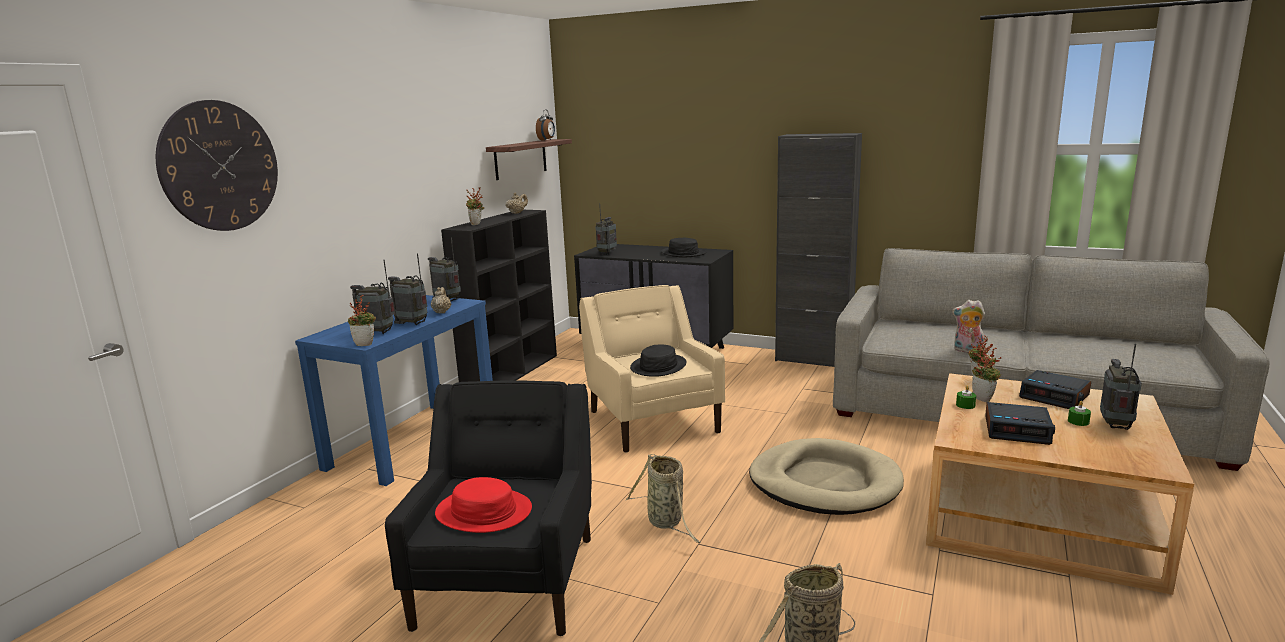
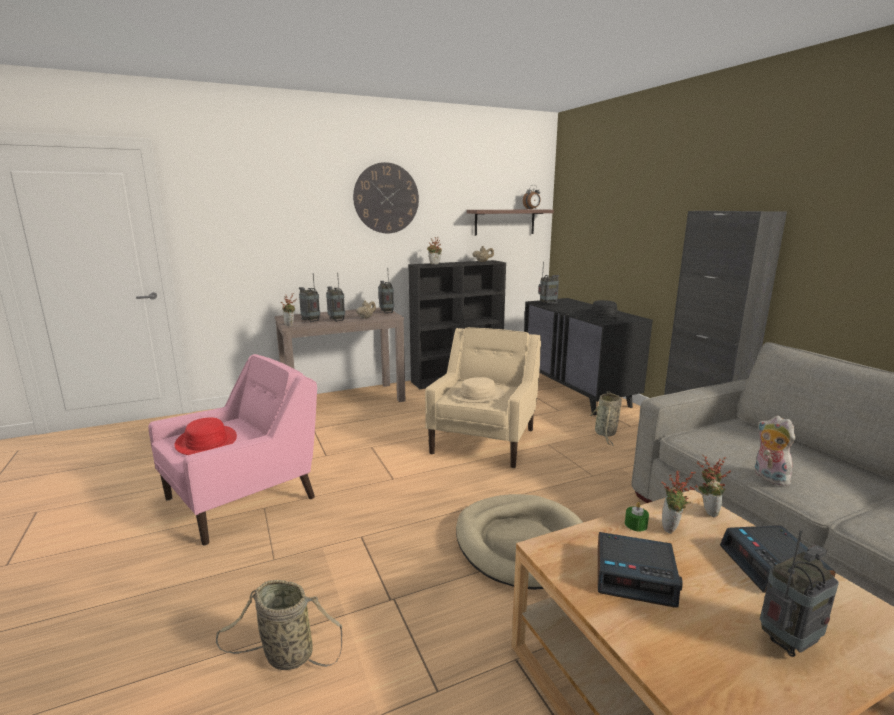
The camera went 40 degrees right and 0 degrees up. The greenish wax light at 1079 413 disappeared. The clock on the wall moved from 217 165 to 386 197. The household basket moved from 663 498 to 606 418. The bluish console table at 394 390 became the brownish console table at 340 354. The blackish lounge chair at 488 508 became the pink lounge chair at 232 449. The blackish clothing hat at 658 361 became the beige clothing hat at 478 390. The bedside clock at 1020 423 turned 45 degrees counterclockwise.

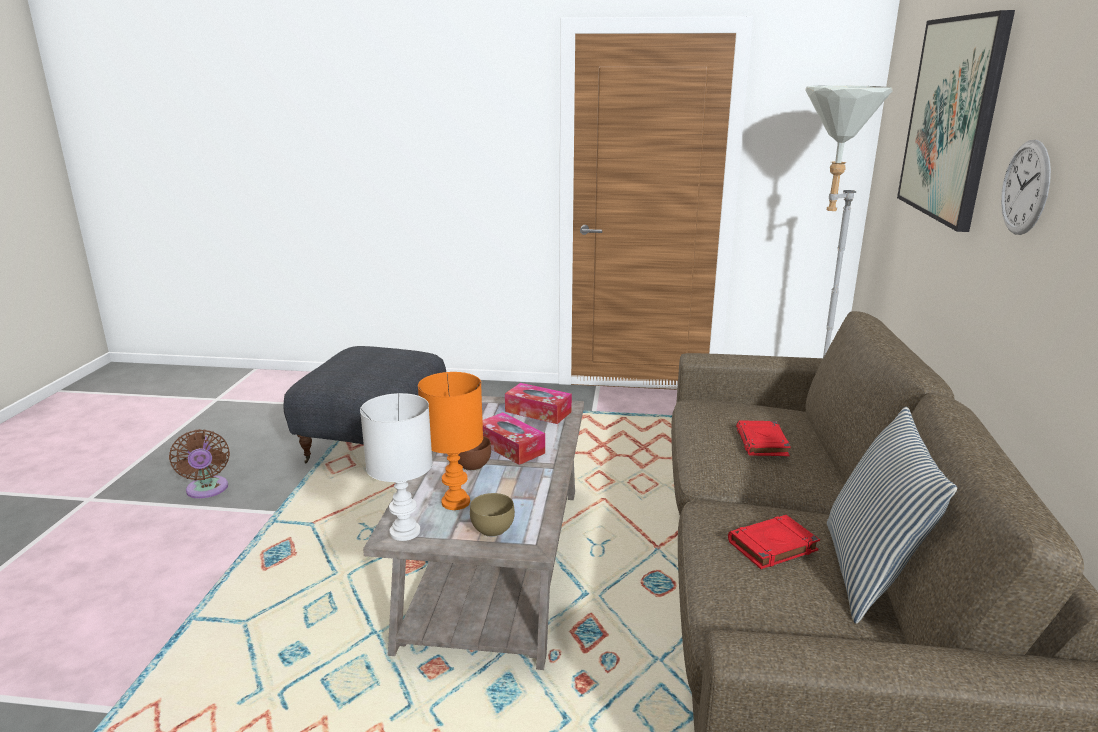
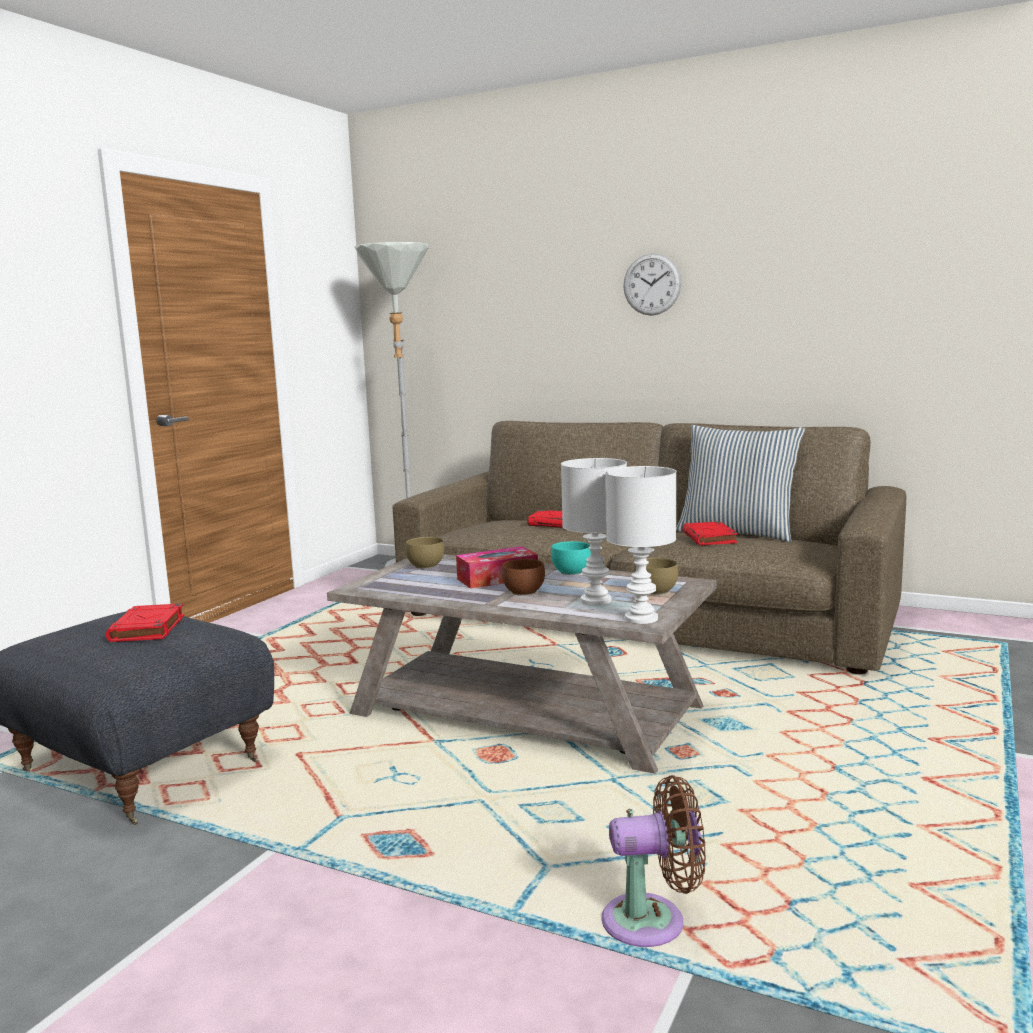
The camera went 70 degrees left and 10 degrees down. The wall art at 956 121 disappeared. The red bound book at 145 622 appeared. The turquoise-coloured serving bowl at 571 558 appeared. The brownish fan moved from 199 464 to 653 861. The tissue holder at 538 403 was replaced by the brownish serving bowl at 425 553. The orange-coloured lamp for a table at 450 441 became the white-coloured lamp for a table at 594 531.

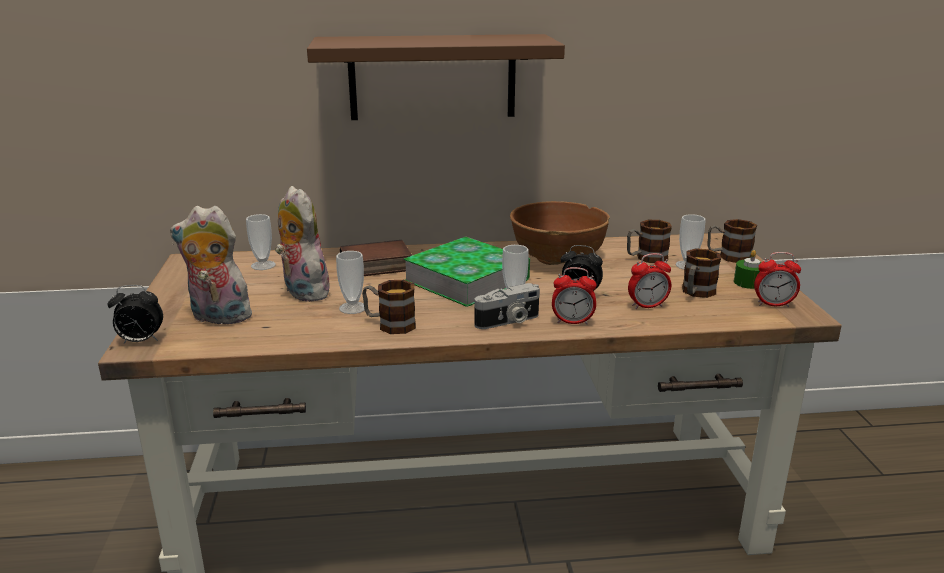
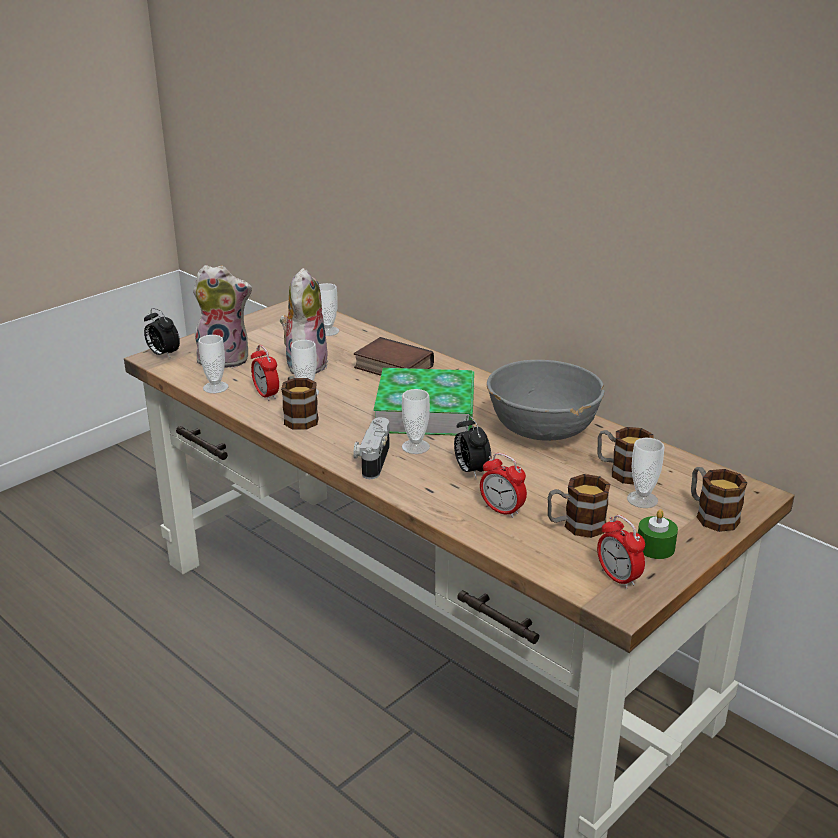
The camera went 50 degrees right and 5 degrees up. The brownish wall shelf at 436 77 disappeared. The cup at 213 364 appeared. The bedside clock moved from 574 296 to 265 373. The brownish serving bowl at 560 233 became the grey serving bowl at 546 400. The soft toy at 212 265 turned 120 degrees clockwise. The photo camera at 507 306 turned 75 degrees clockwise.

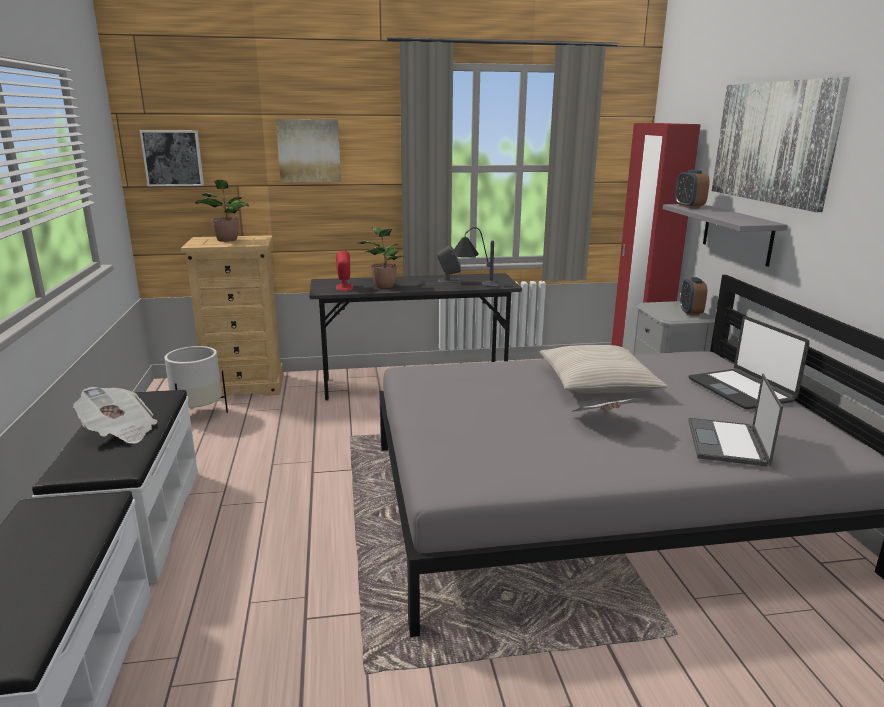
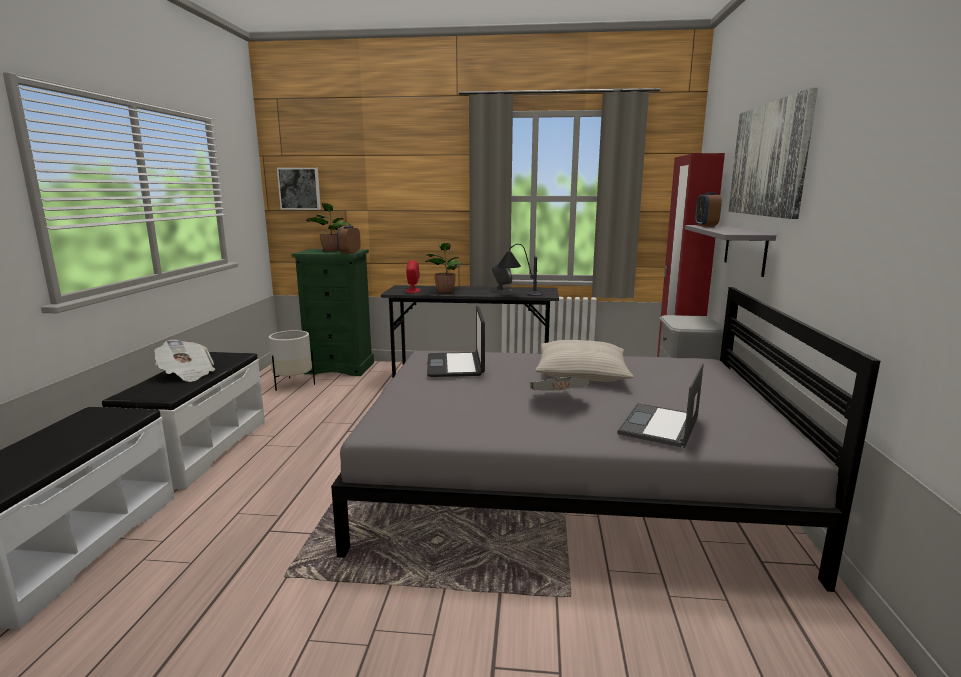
The camera went 15 degrees right and 5 degrees down. The wall art at 308 151 disappeared. The bedside clock moved from 693 296 to 349 240. The portable computer moved from 749 362 to 456 341. The beige dresser at 232 315 became the greenish dresser at 333 312.

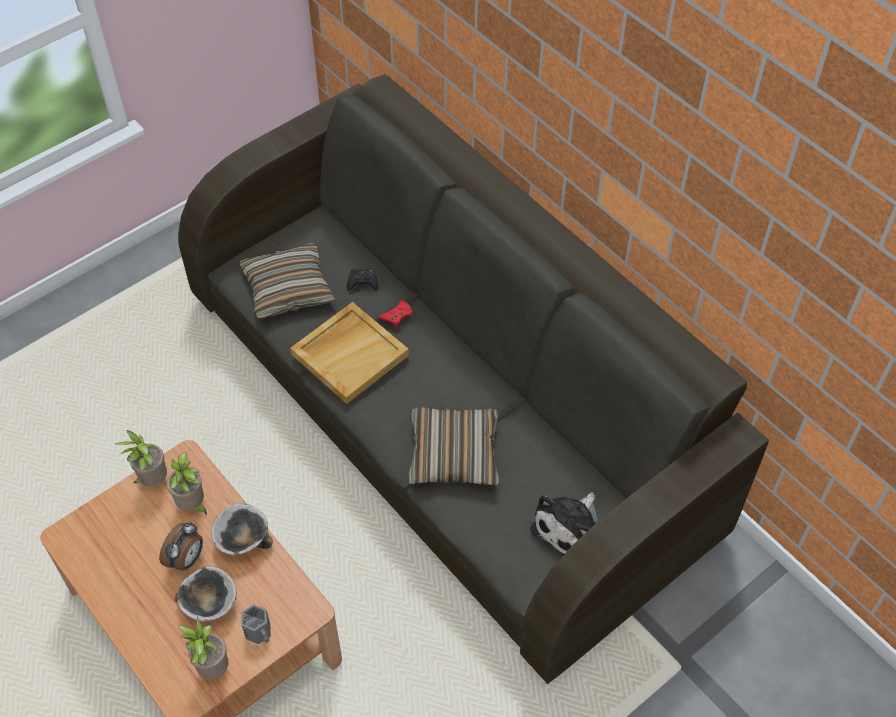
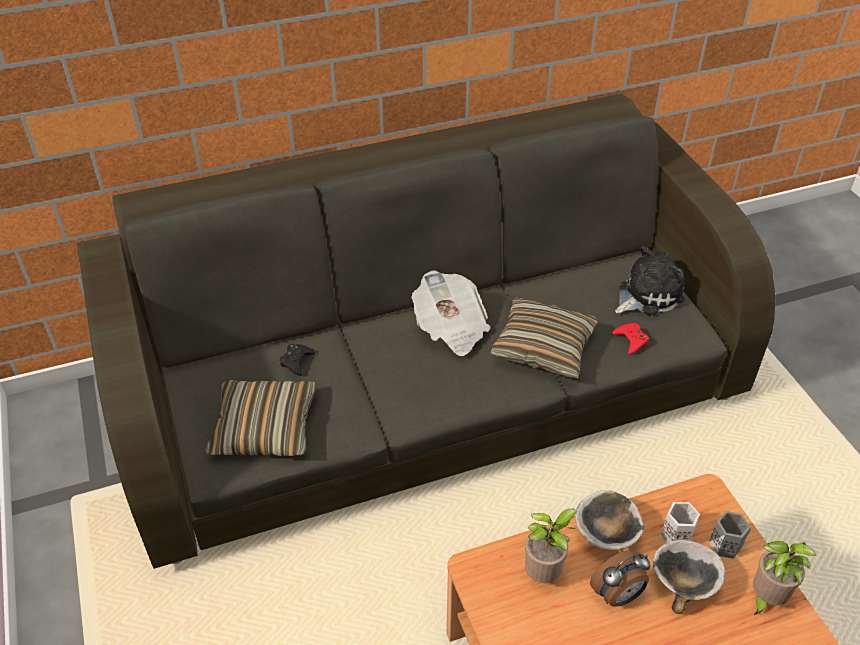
The camera went 70 degrees left and 10 degrees down. The potted plant at 141 458 disappeared. The beige tray at 349 353 disappeared. The newspaper at 451 313 appeared. The white-coloured coffee mug at 680 522 appeared. The red joypad moved from 395 313 to 630 338. The bedside clock at 181 546 turned 105 degrees clockwise. The soft toy at 564 523 turned 90 degrees counterclockwise.

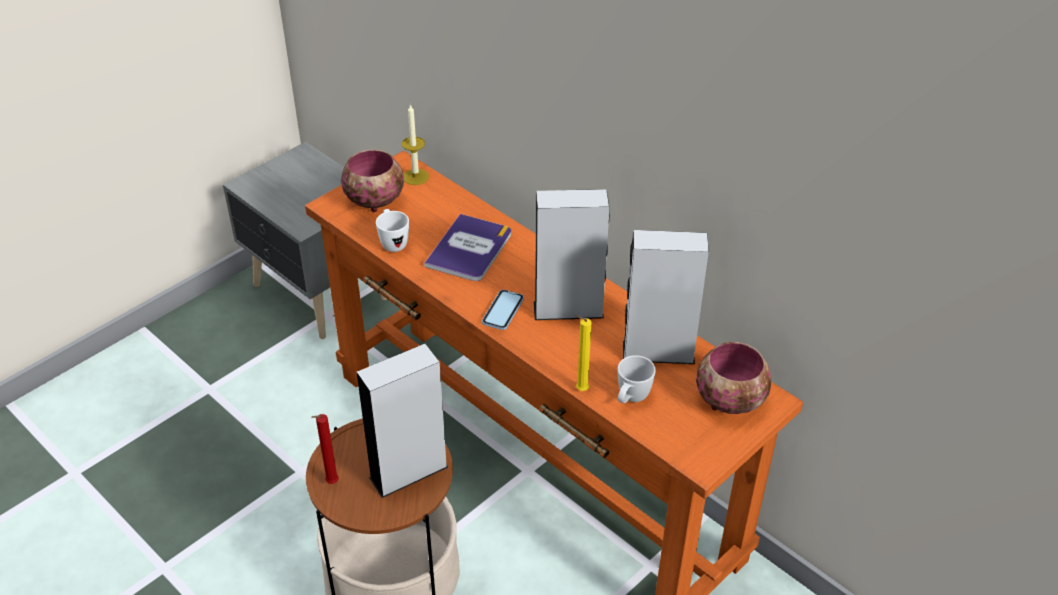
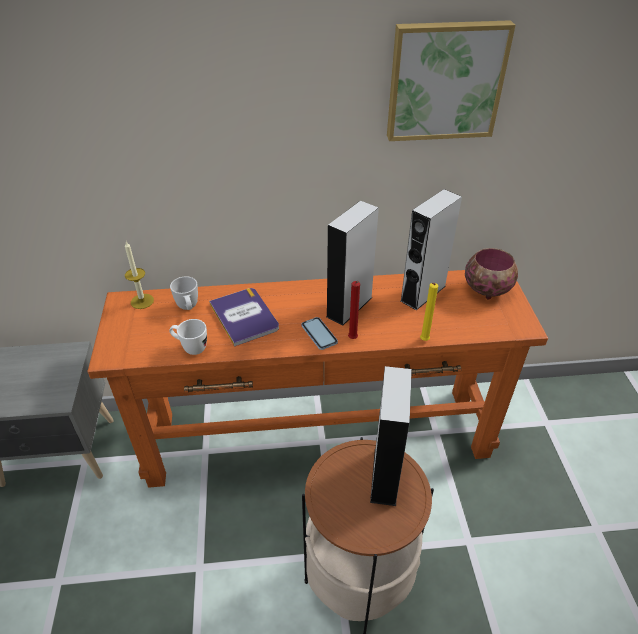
The camera went 50 degrees left and 0 degrees up. The serving bowl at 372 180 disappeared. The wall art at 451 80 appeared. The red wax light moved from 325 449 to 354 310. The white-coloured coffee mug moved from 637 379 to 184 293.

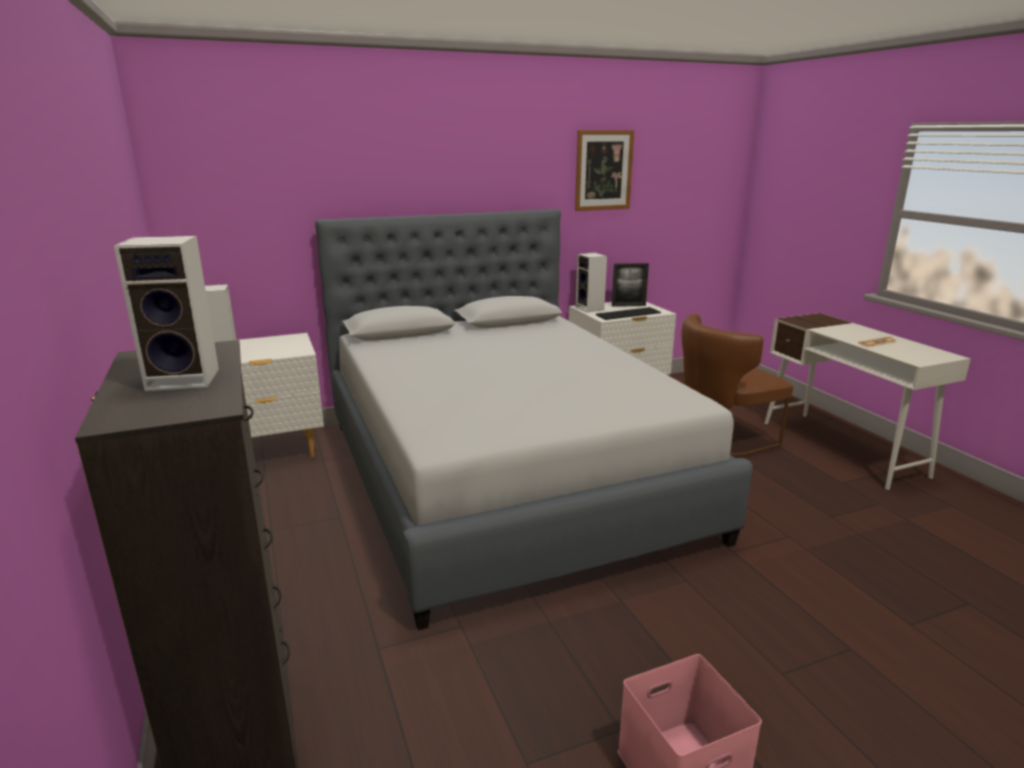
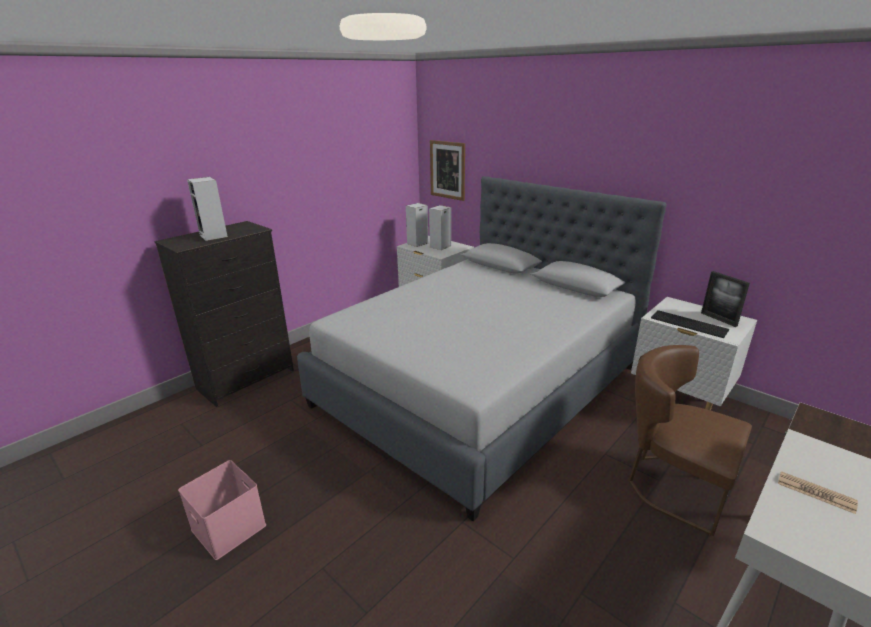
The camera went 65 degrees right and 5 degrees up. The wall art moved from 604 170 to 447 170. The speaker moved from 591 282 to 440 227.

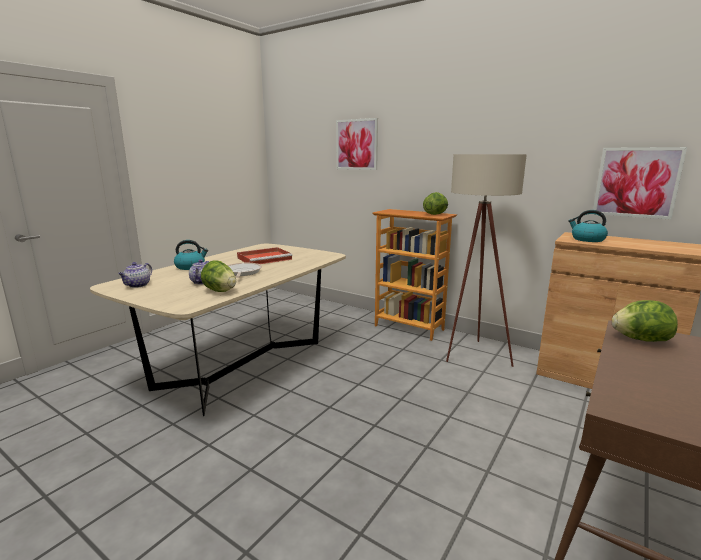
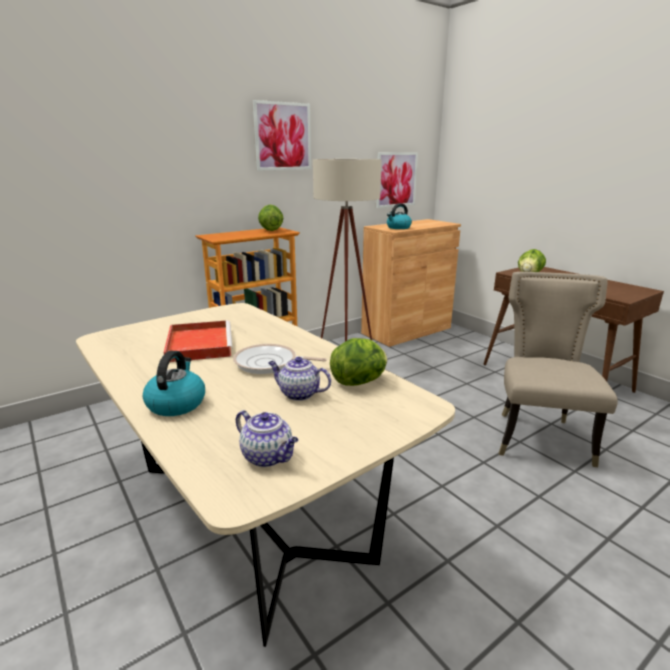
The camera went 70 degrees left and 5 degrees up. The beige upright chair at 558 369 appeared. The wall art moved from 357 144 to 281 135.

